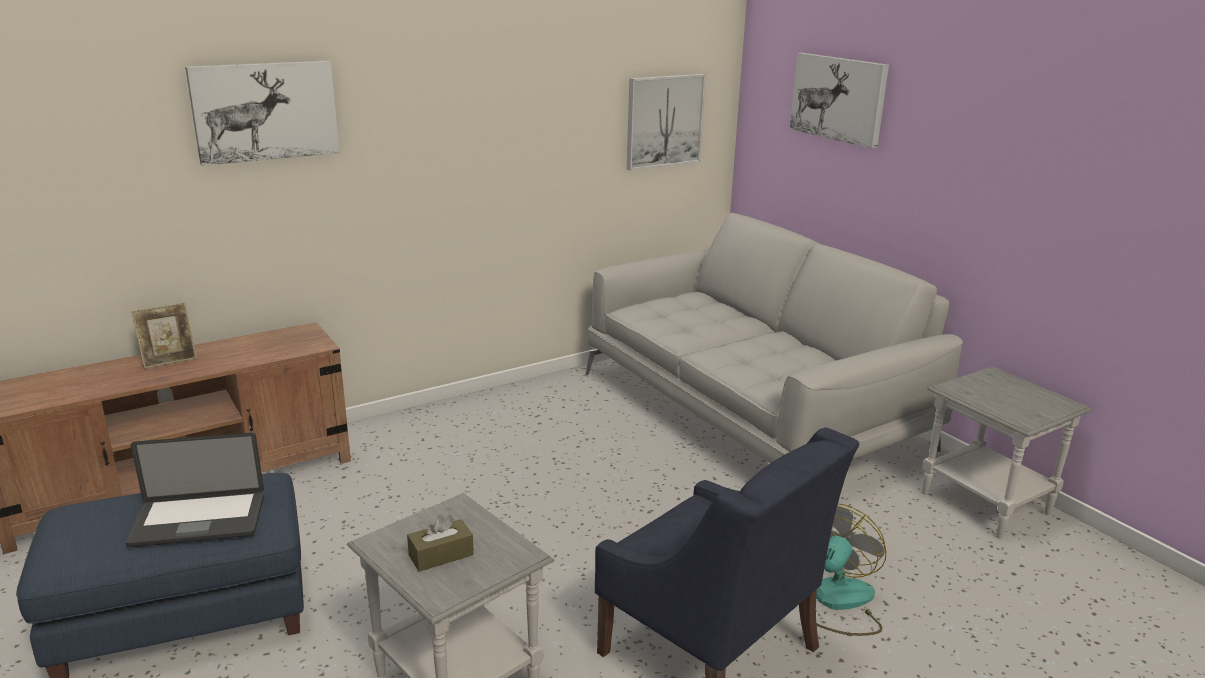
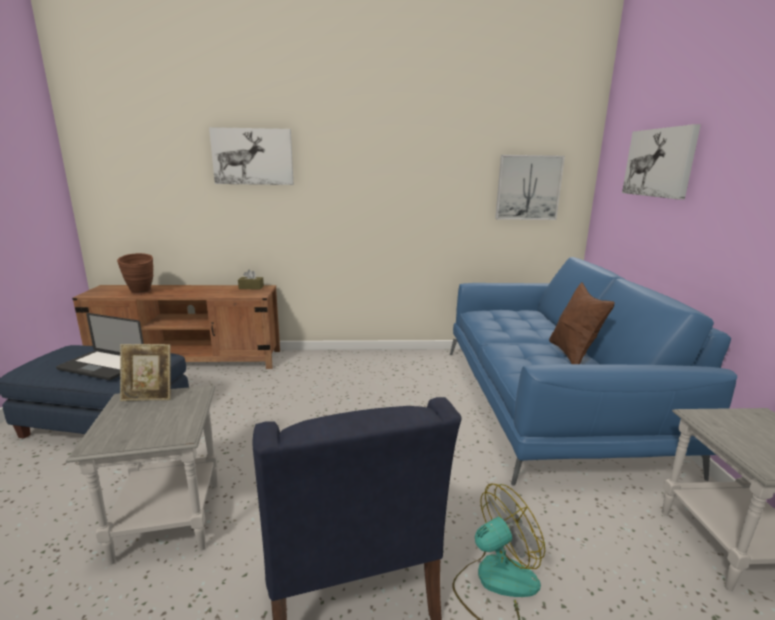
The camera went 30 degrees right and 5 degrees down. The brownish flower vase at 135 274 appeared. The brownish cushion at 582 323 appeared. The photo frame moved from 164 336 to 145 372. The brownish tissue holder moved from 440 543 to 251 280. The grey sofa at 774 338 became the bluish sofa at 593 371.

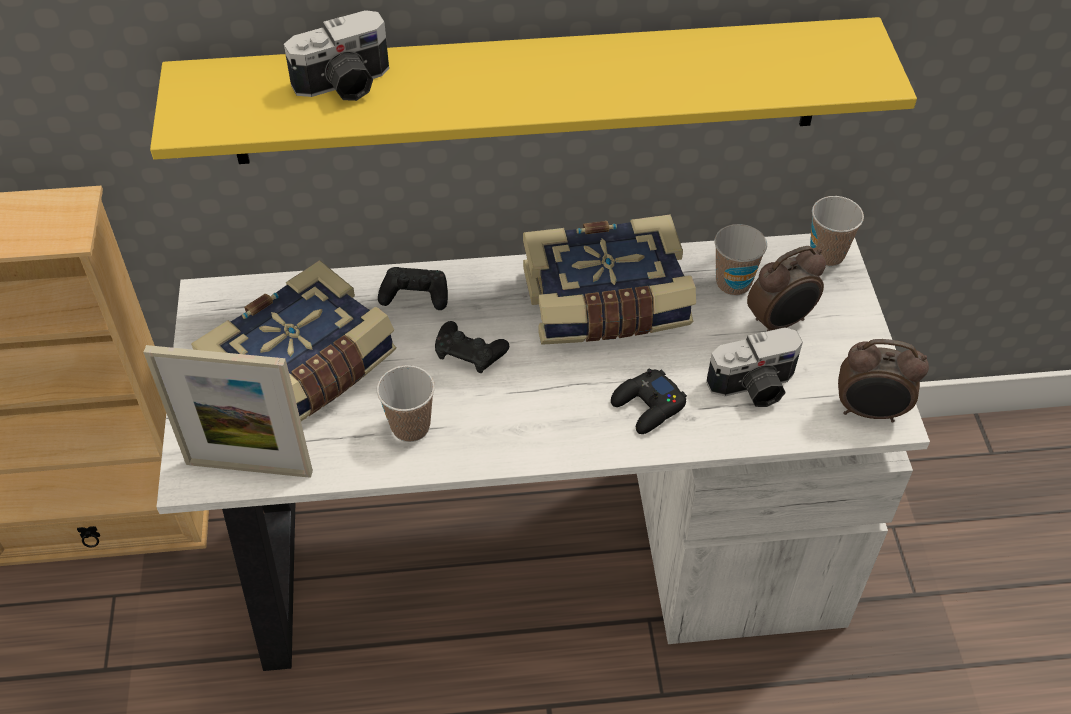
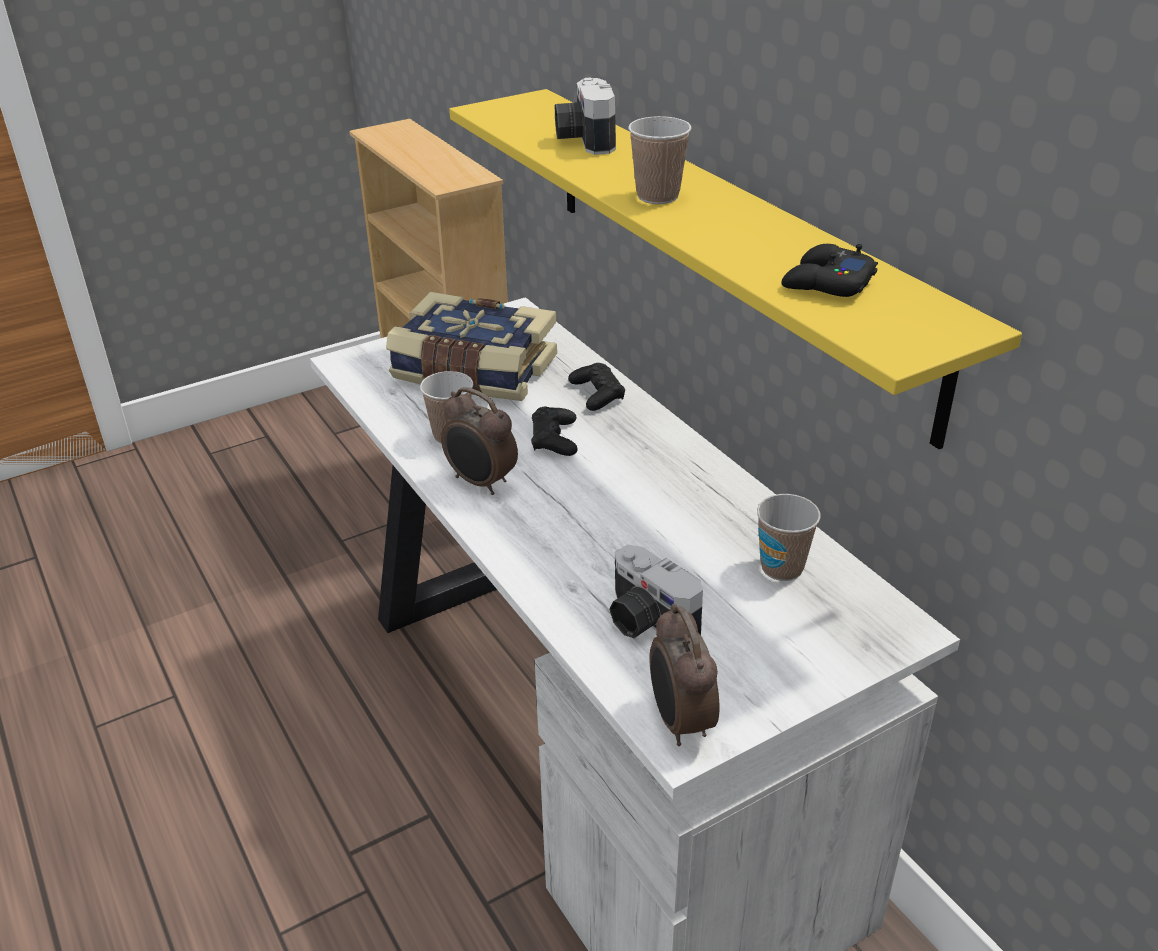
The camera went 65 degrees right and 15 degrees down. The photo frame at 228 411 disappeared. The bound book at 609 280 disappeared. The blackish joypad moved from 649 401 to 829 270. The bedside clock moved from 786 288 to 479 441. The cup moved from 837 231 to 660 160. The photo camera at 336 55 turned 45 degrees clockwise.

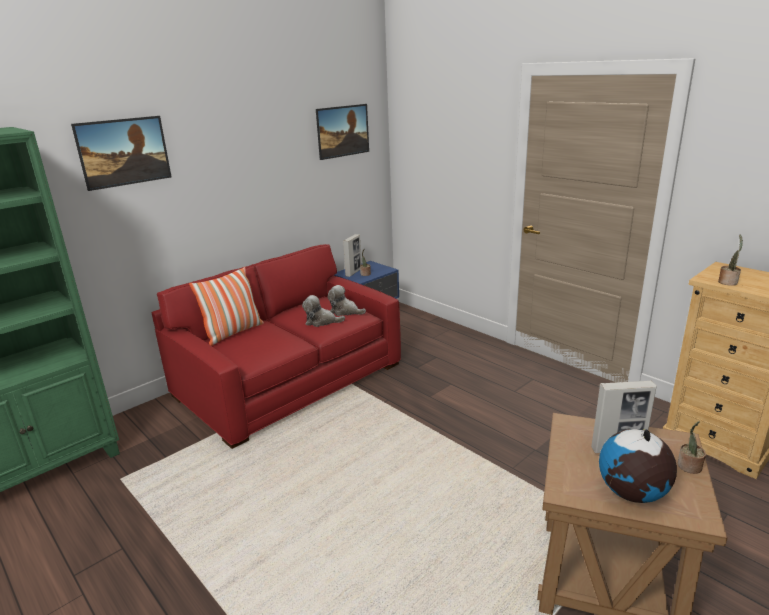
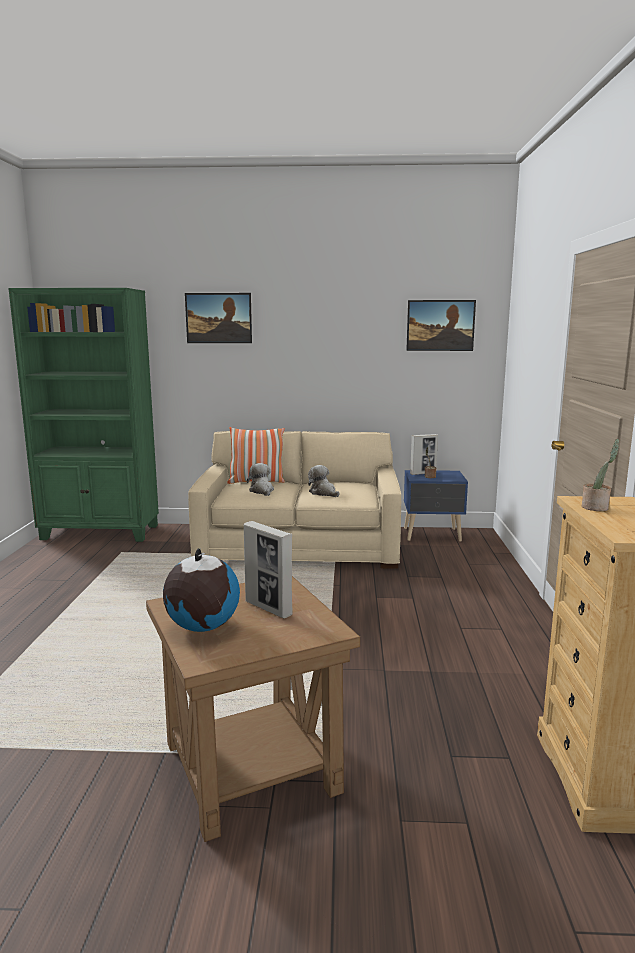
The camera went 45 degrees right and 10 degrees down. The potted plant at 692 447 disappeared. The soft toy moved from 347 300 to 260 479. The red sofa at 276 346 became the beige sofa at 294 500.

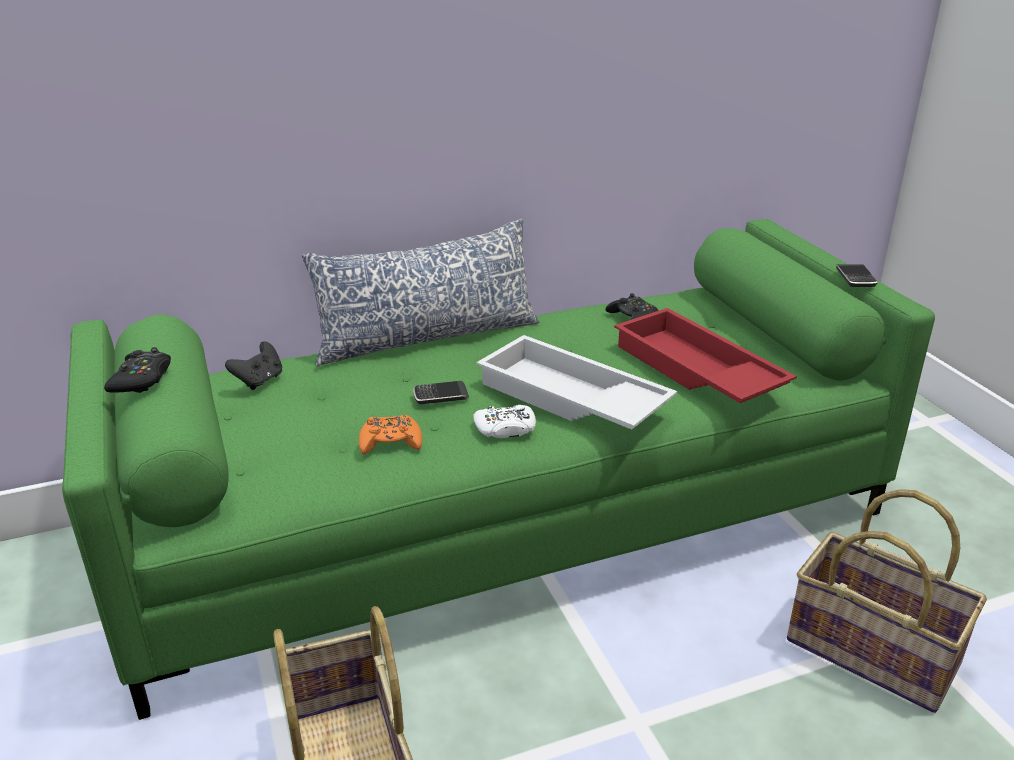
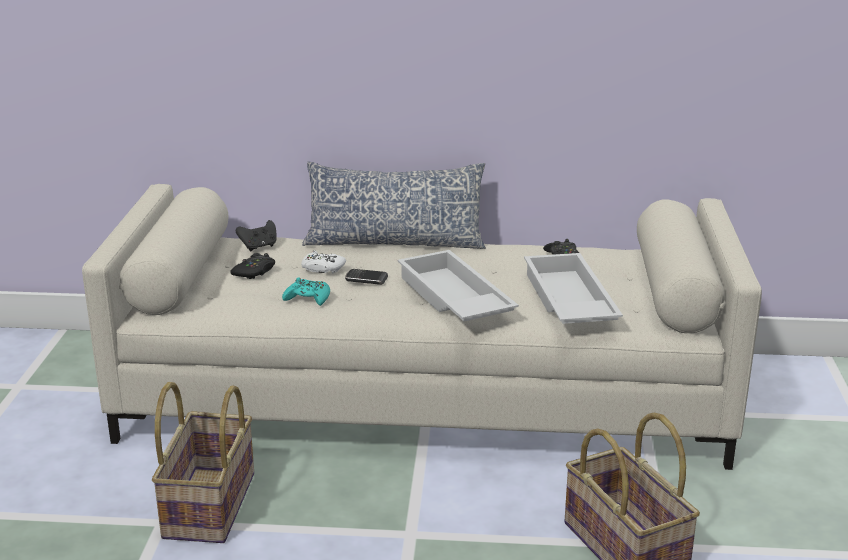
The camera went 25 degrees right and 5 degrees down. The phone at 857 275 disappeared. The blackish joypad moved from 137 370 to 252 266. The white-coloured joypad moved from 504 421 to 323 261. The greenish sofa at 498 469 became the beige sofa at 422 327. The orange-coloured joypad at 390 435 became the turquoise-coloured joypad at 306 291. The red tray at 705 355 became the white-coloured tray at 573 288.

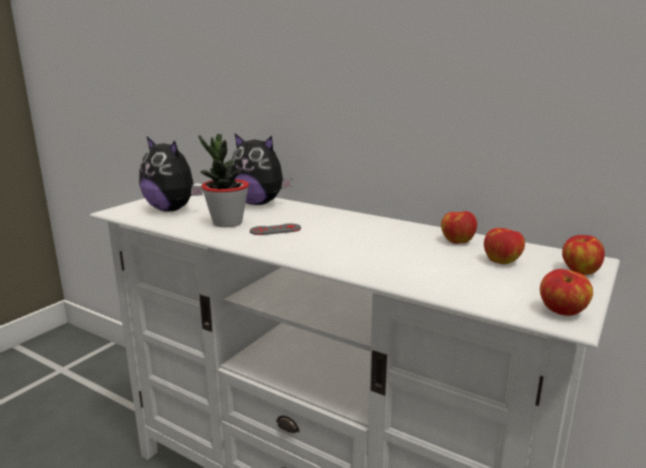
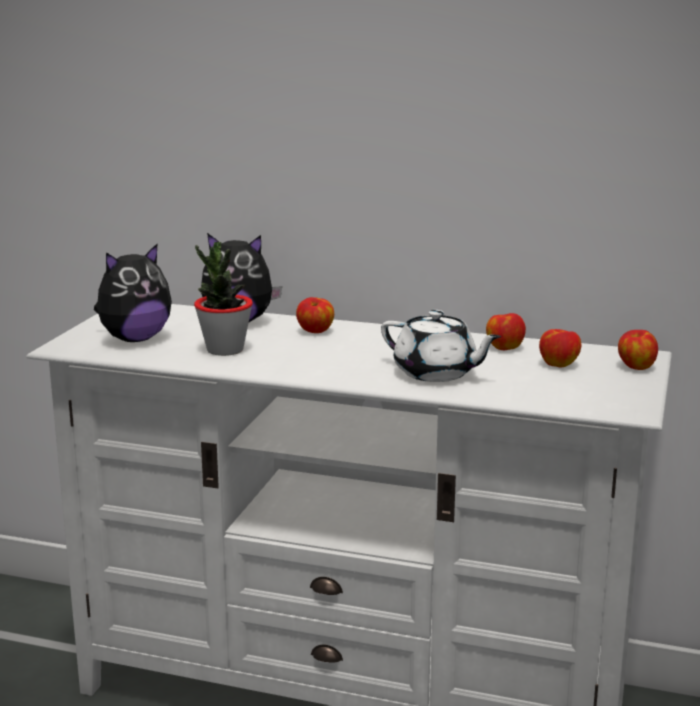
The camera went 15 degrees left and 0 degrees up. The grey joypad at 275 229 disappeared. The white-coloured tea pot at 441 346 appeared. The apple moved from 566 292 to 315 315. The soft toy at 171 174 turned 60 degrees counterclockwise.

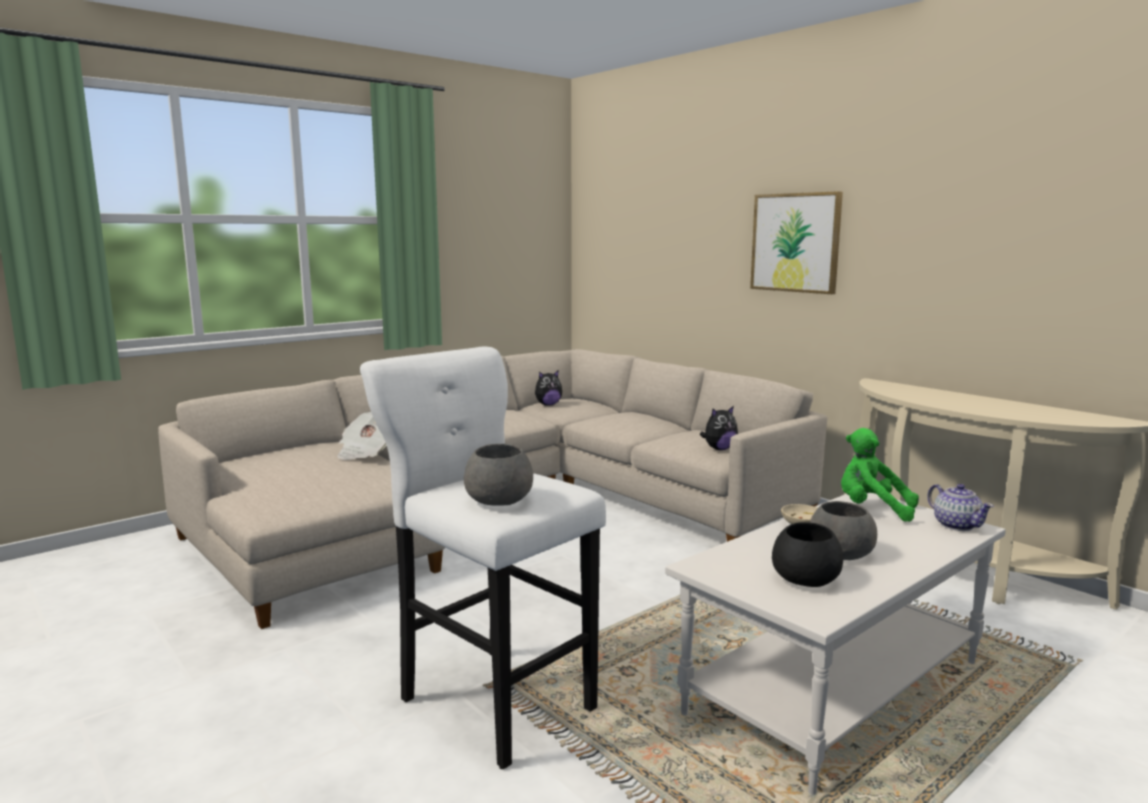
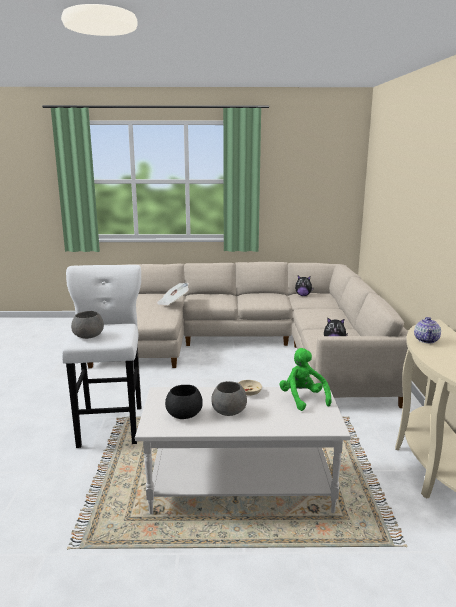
The camera went 40 degrees right and 5 degrees up. The wall art at 796 242 disappeared. The tea pot moved from 960 507 to 427 330.

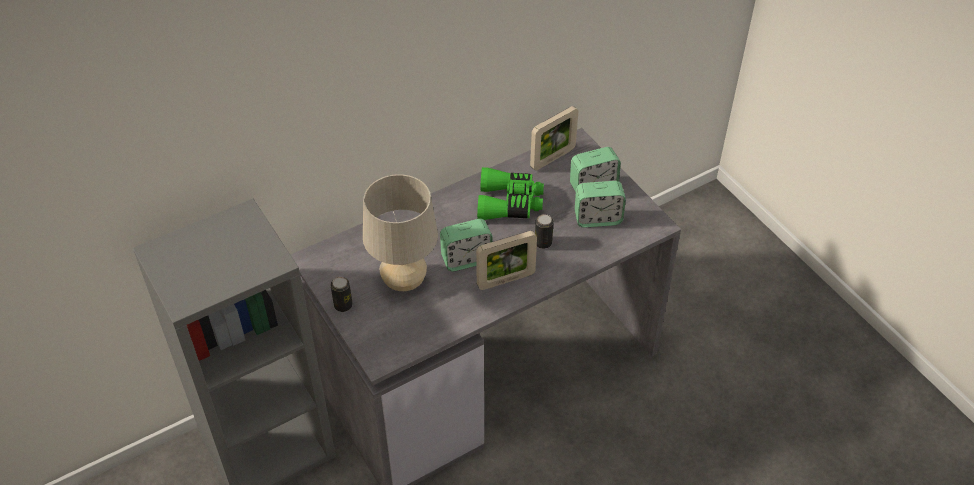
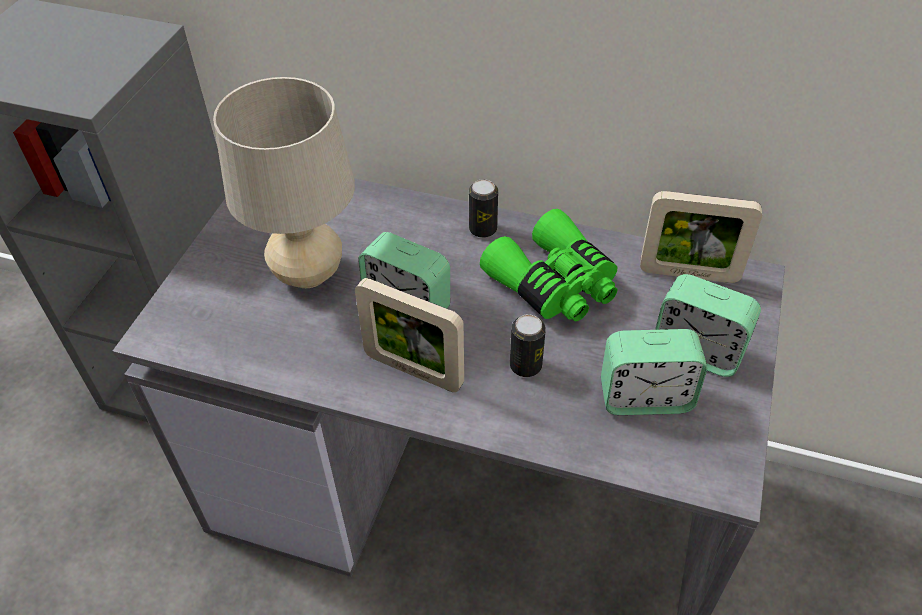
The camera went 50 degrees right and 0 degrees up. The sealed can moved from 342 294 to 483 208. The bedside clock at 600 204 turned 45 degrees counterclockwise.

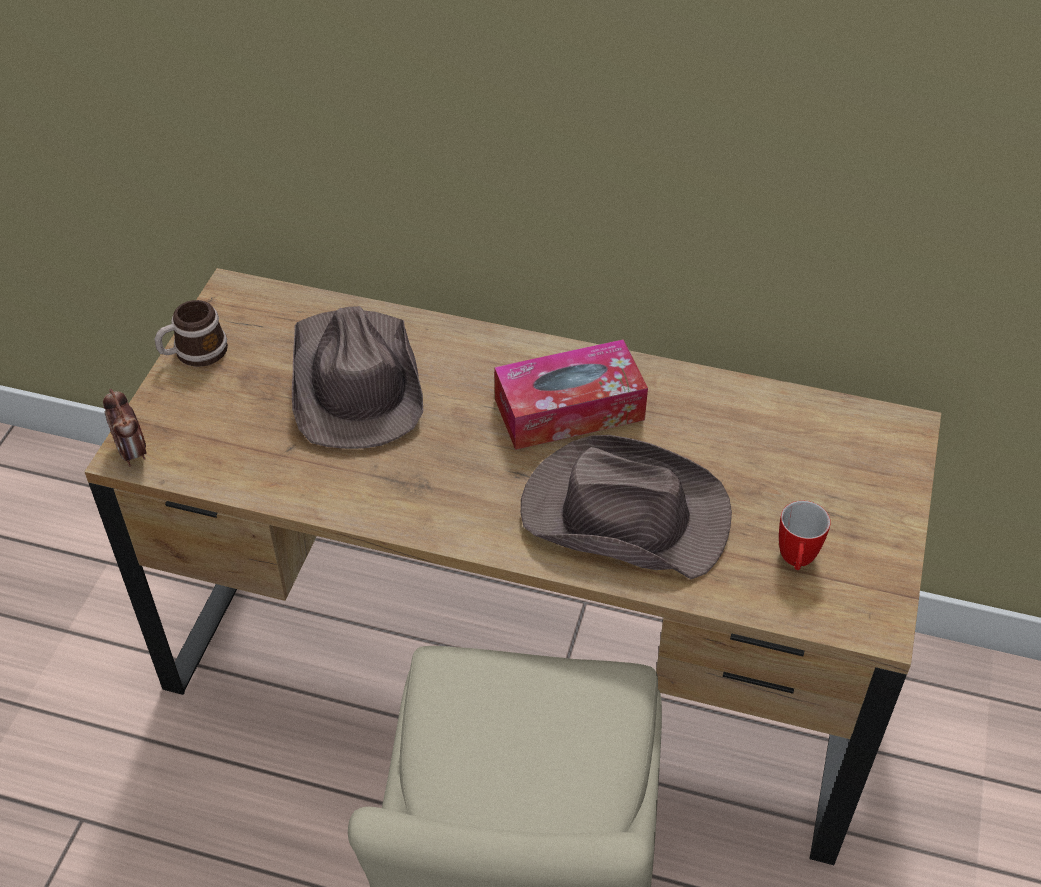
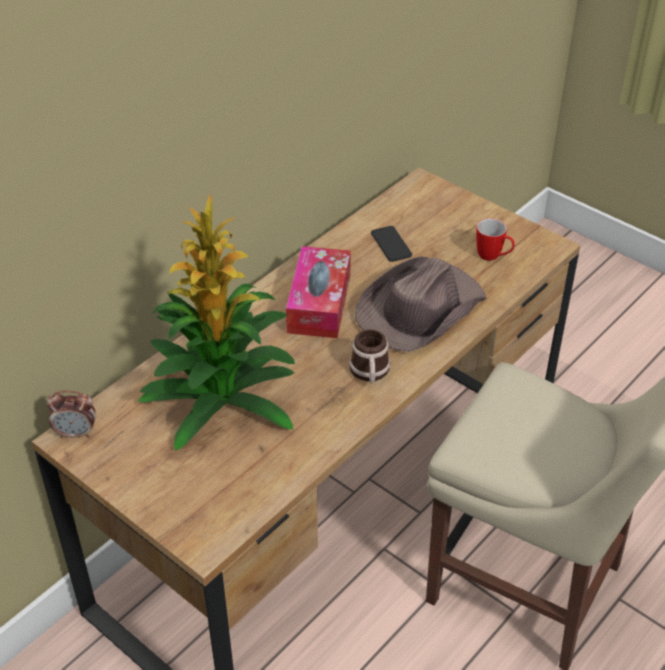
The camera went 65 degrees left and 5 degrees down. The phone at 391 244 appeared. The bedside clock moved from 124 428 to 71 414. The coffee mug moved from 191 333 to 369 356. The brownish clothing hat at 357 377 was replaced by the potted plant at 216 323.

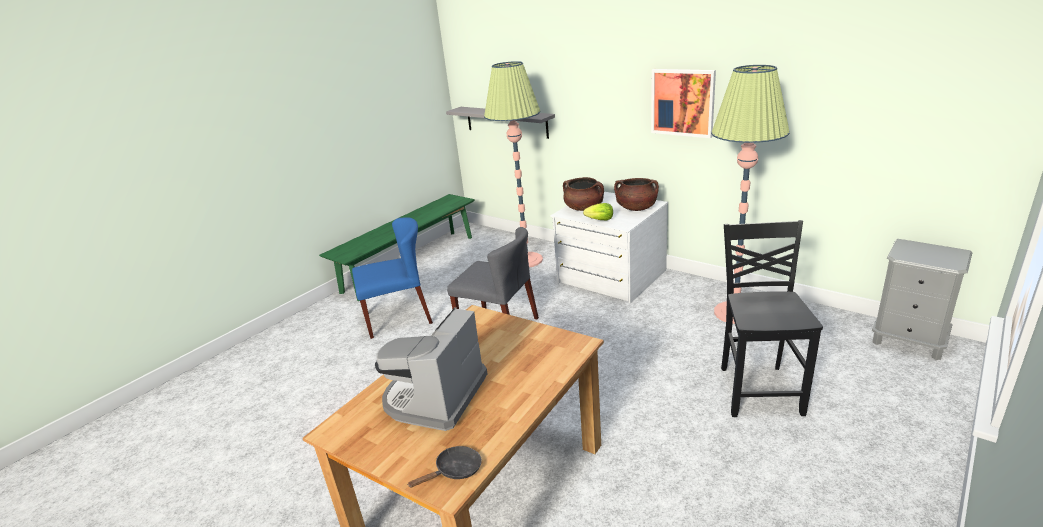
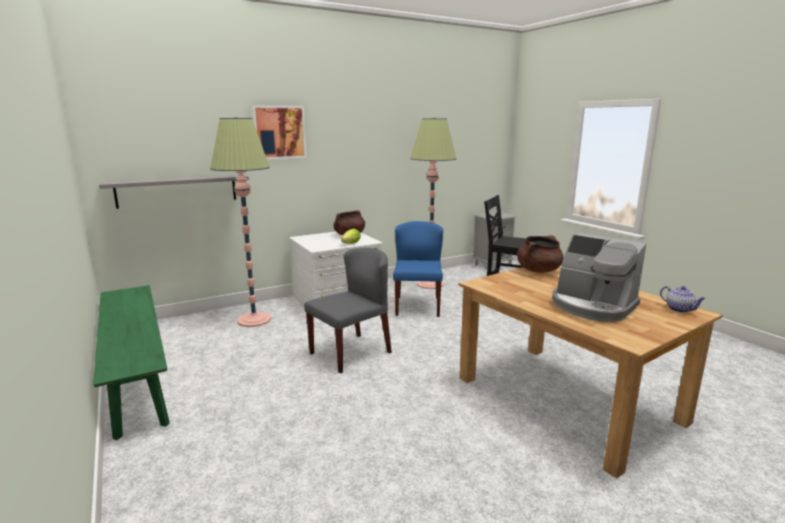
The camera went 70 degrees left and 10 degrees down. The bluish upright chair moved from 392 278 to 418 269. The brownish saucepot moved from 583 194 to 540 254. The wall art moved from 683 103 to 279 132. The blackish skillet at 444 467 was replaced by the tea pot at 683 299.

